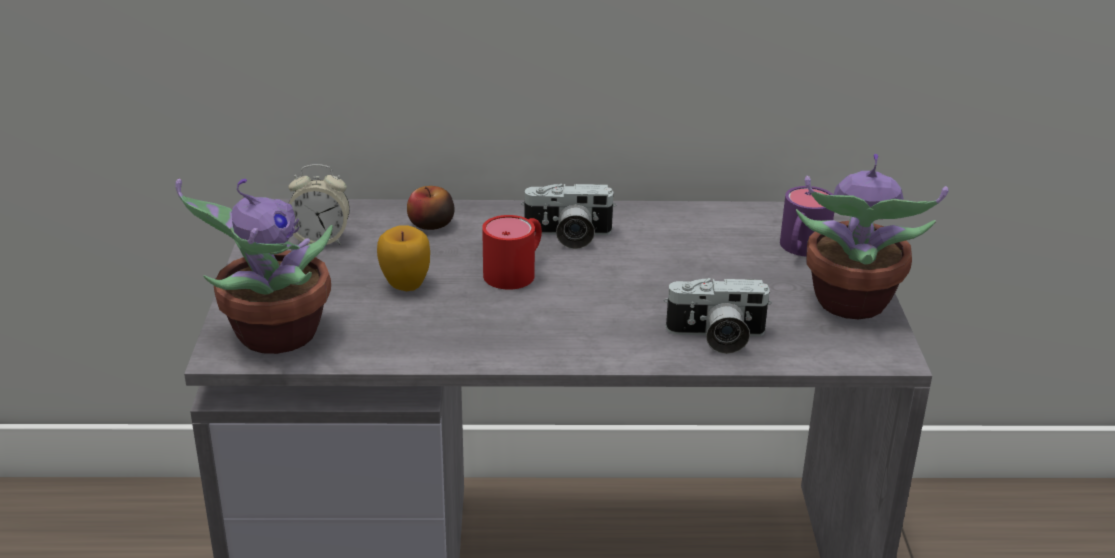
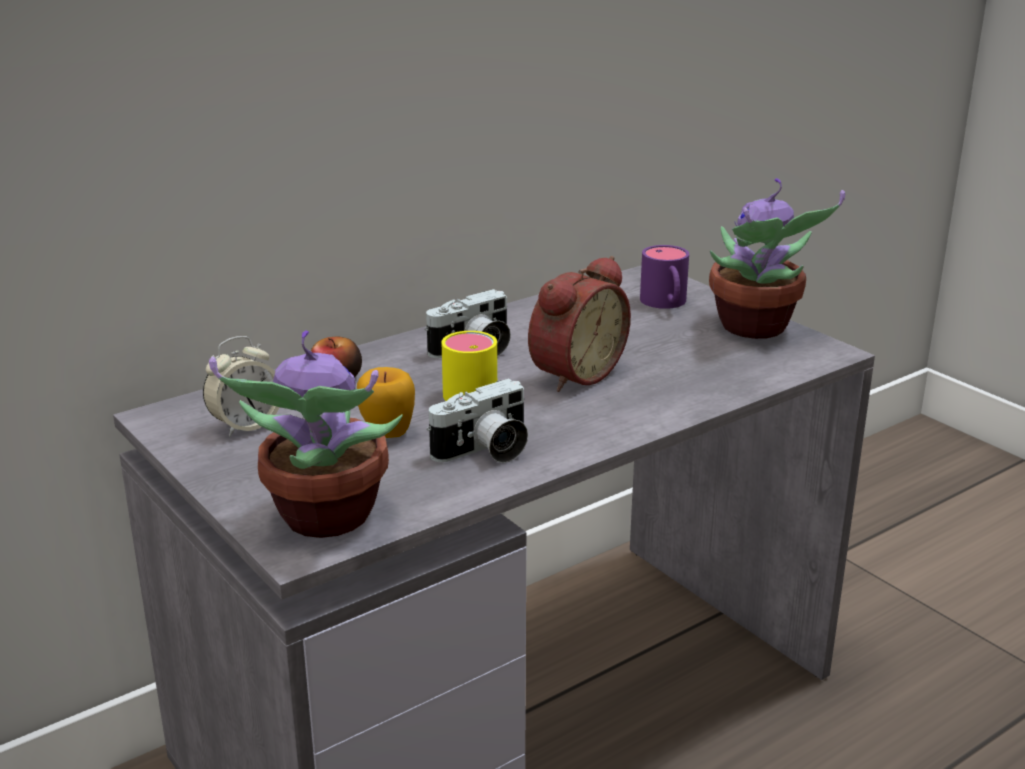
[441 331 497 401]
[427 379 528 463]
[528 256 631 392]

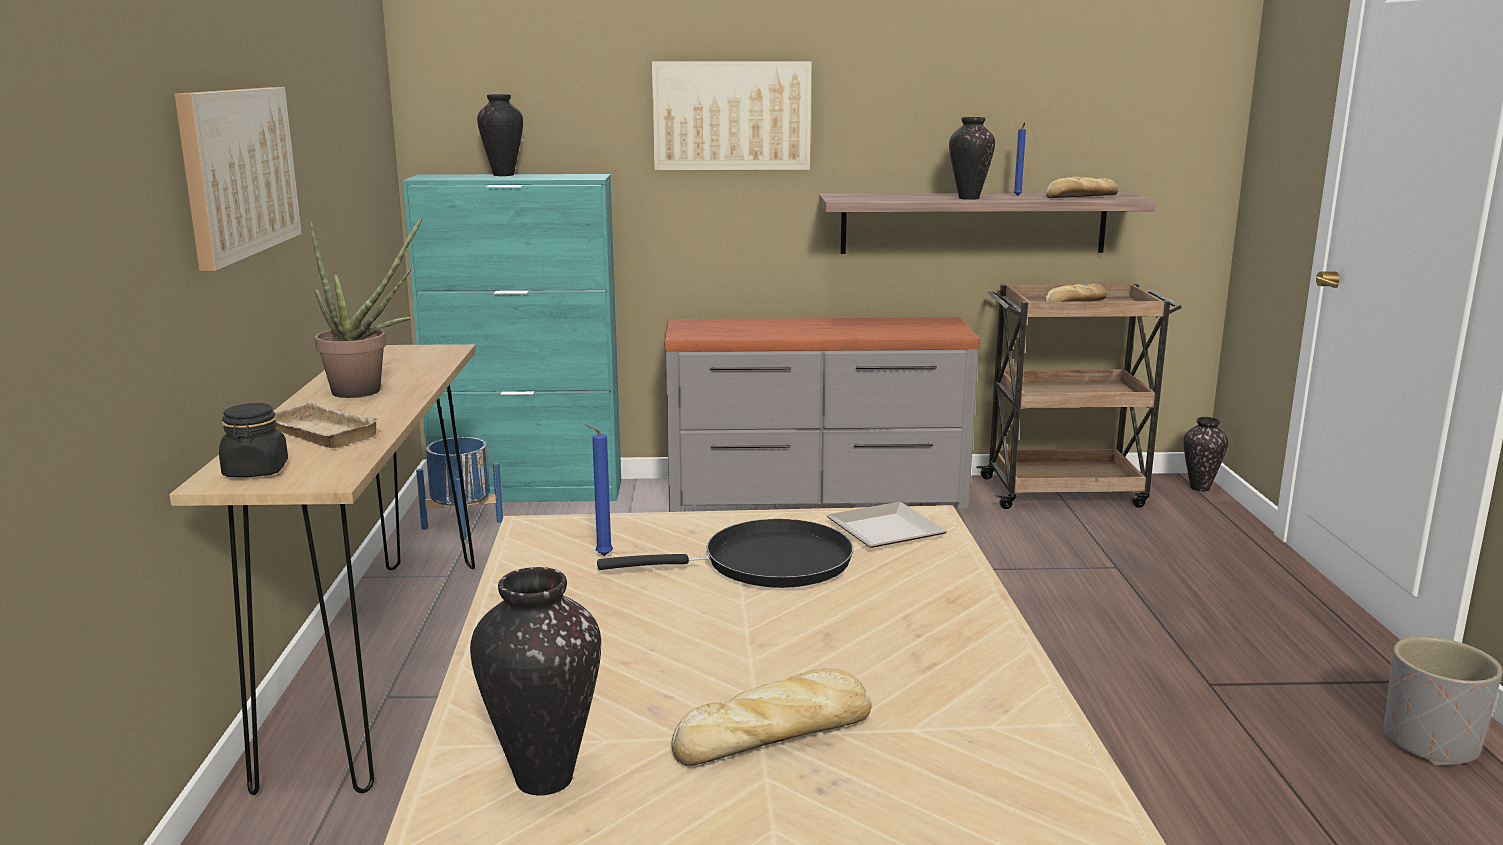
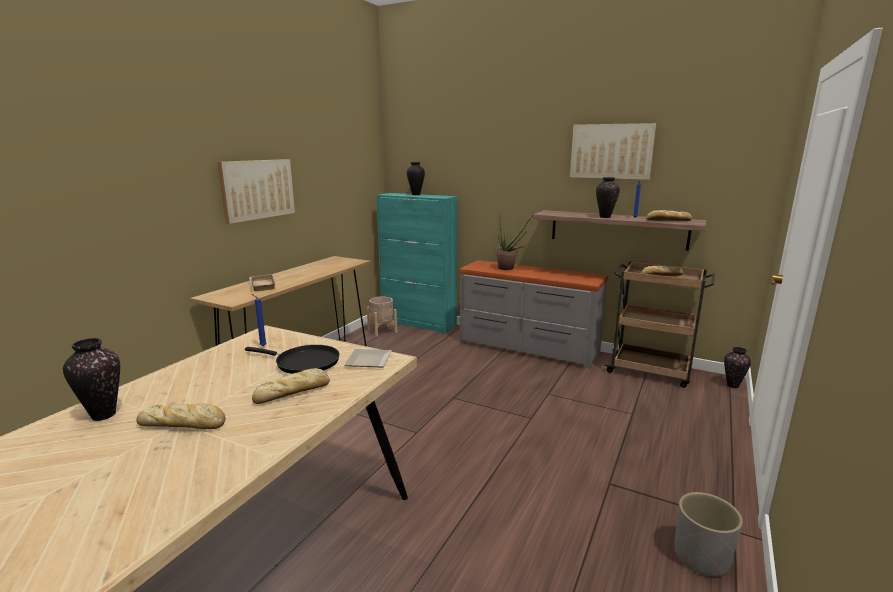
[570 123 657 180]
[495 212 534 270]
[219 403 288 477] (first image)
[367 297 397 337]
[252 368 330 404]

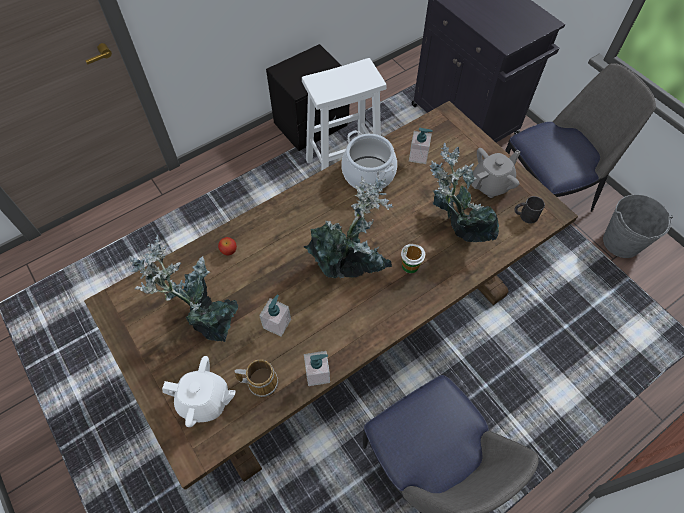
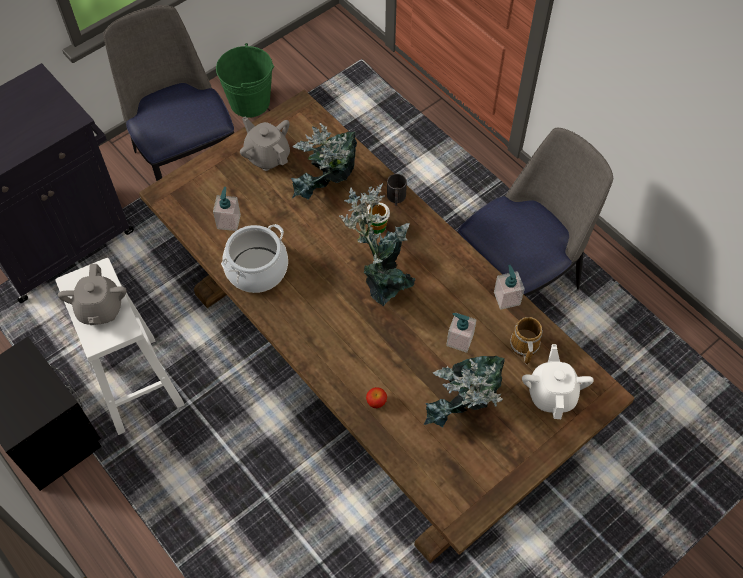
[216 43 274 118]
[387 174 407 206]
[58 264 127 325]

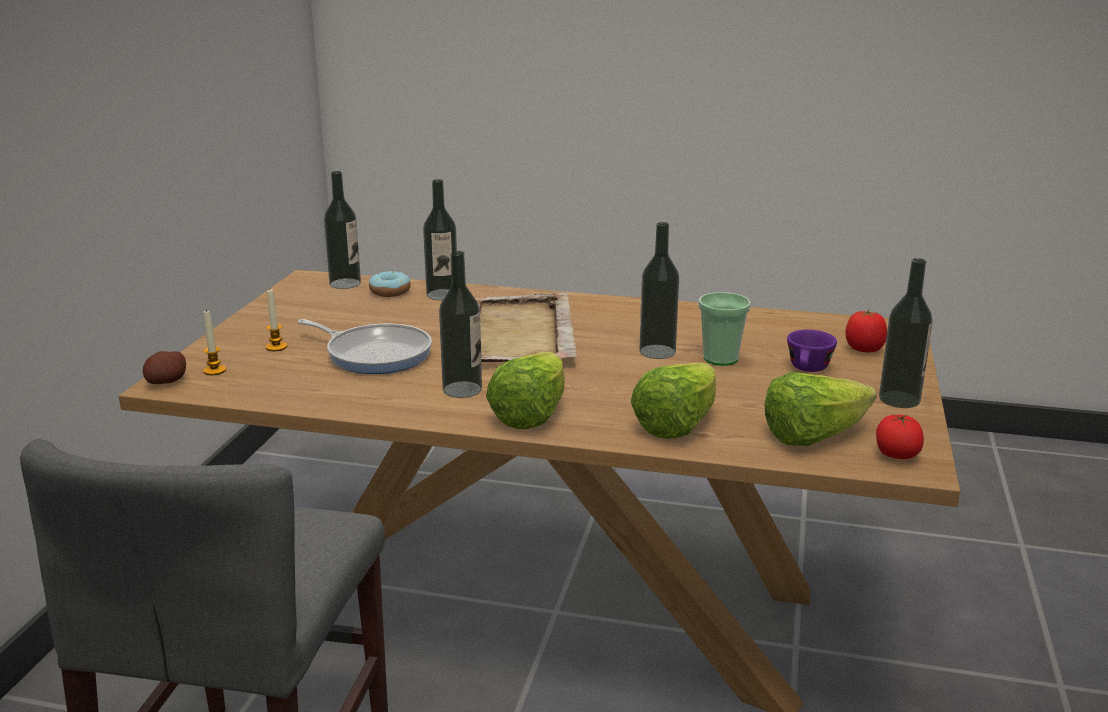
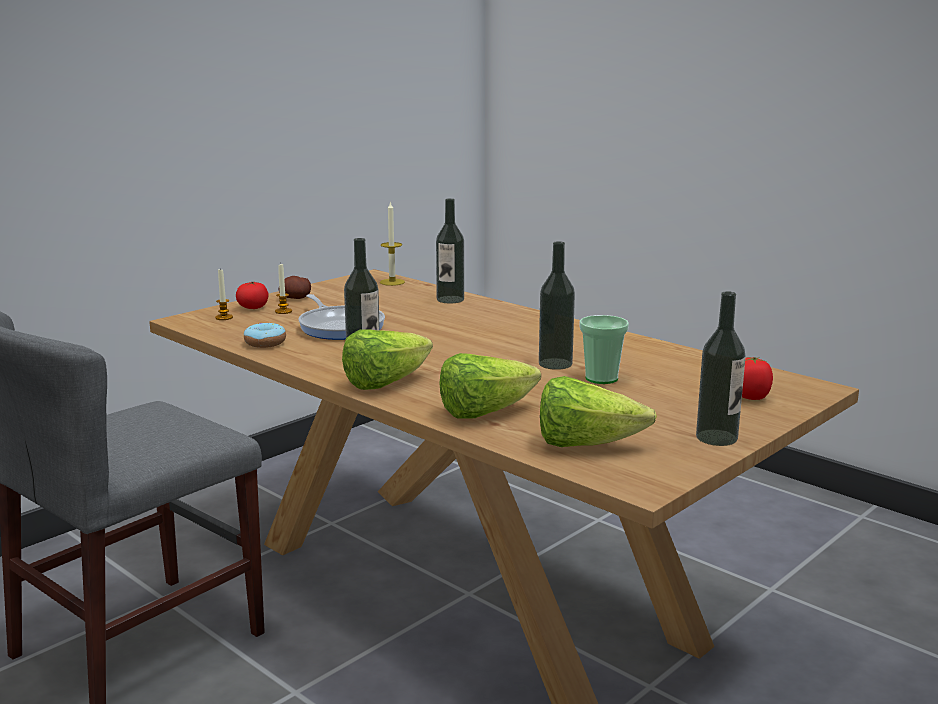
[380 201 405 286]
[244 322 286 348]
[475 292 577 362] (first image)
[787 330 837 372] (first image)
[279 276 311 299]
[236 282 269 309]

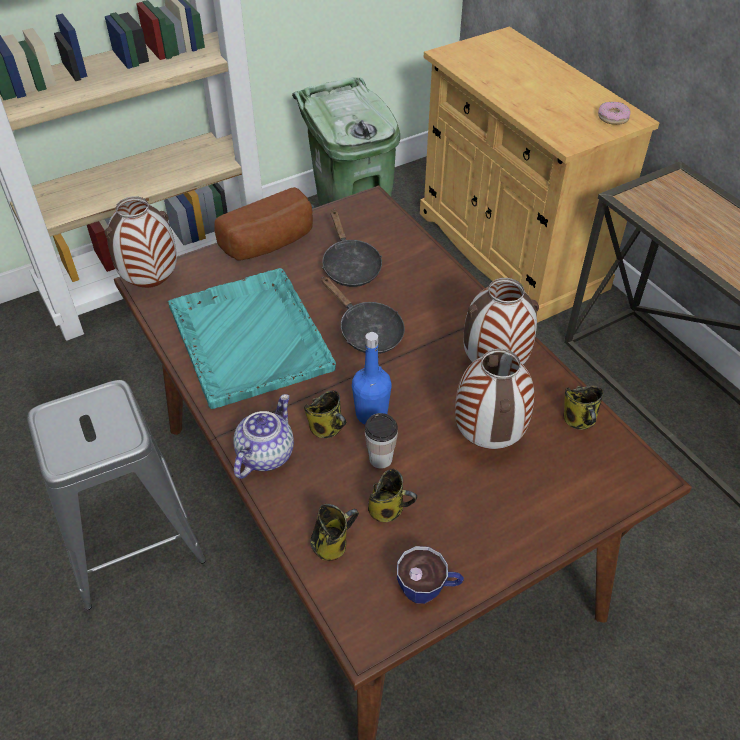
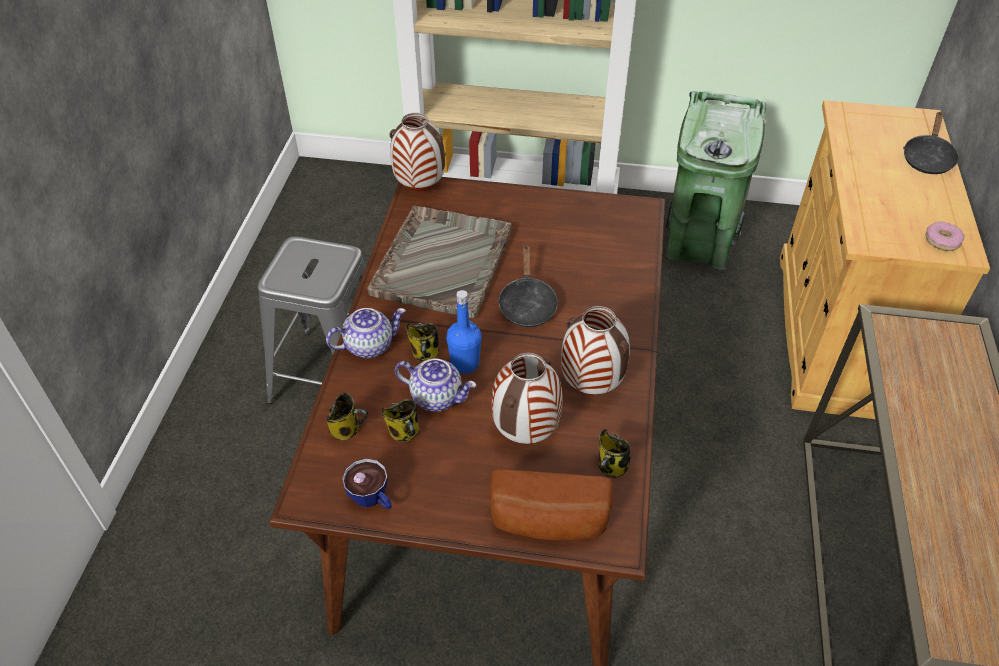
[489 469 613 541]
[903 111 960 174]
[367 205 512 318]
[395 358 476 412]

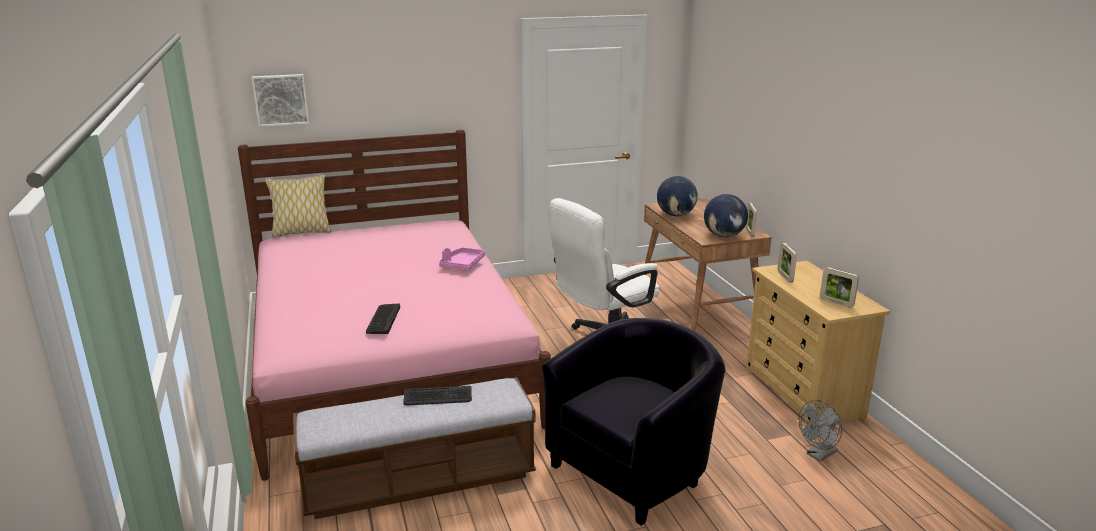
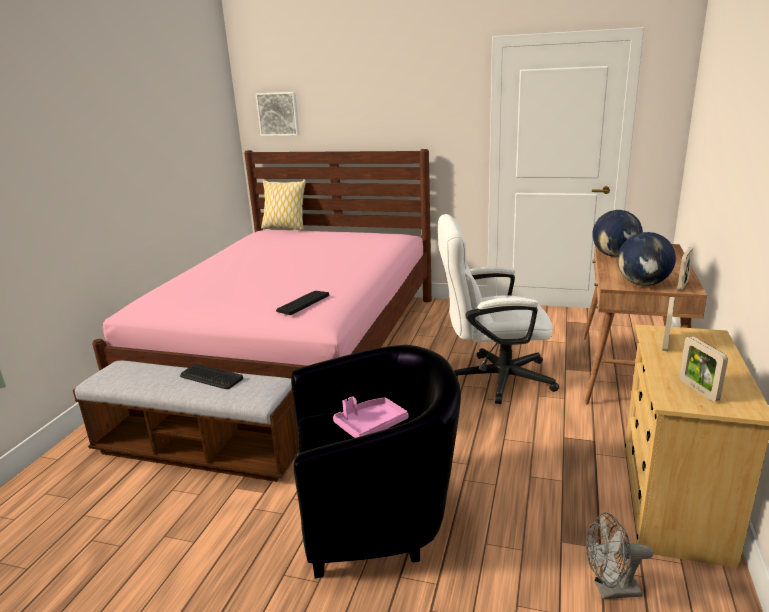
[333 396 408 438]
[276 291 329 315]

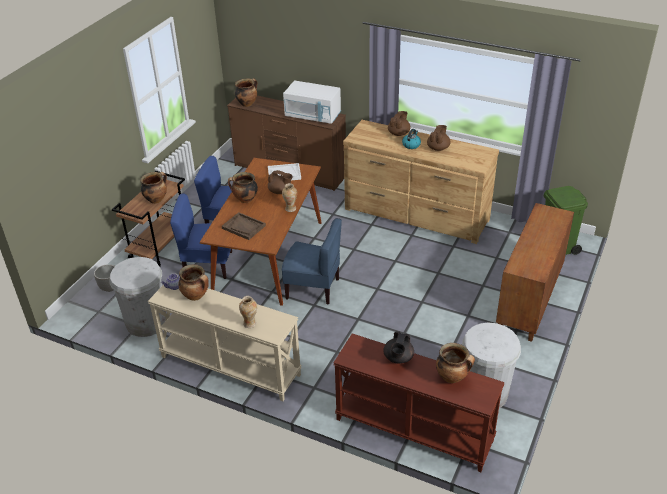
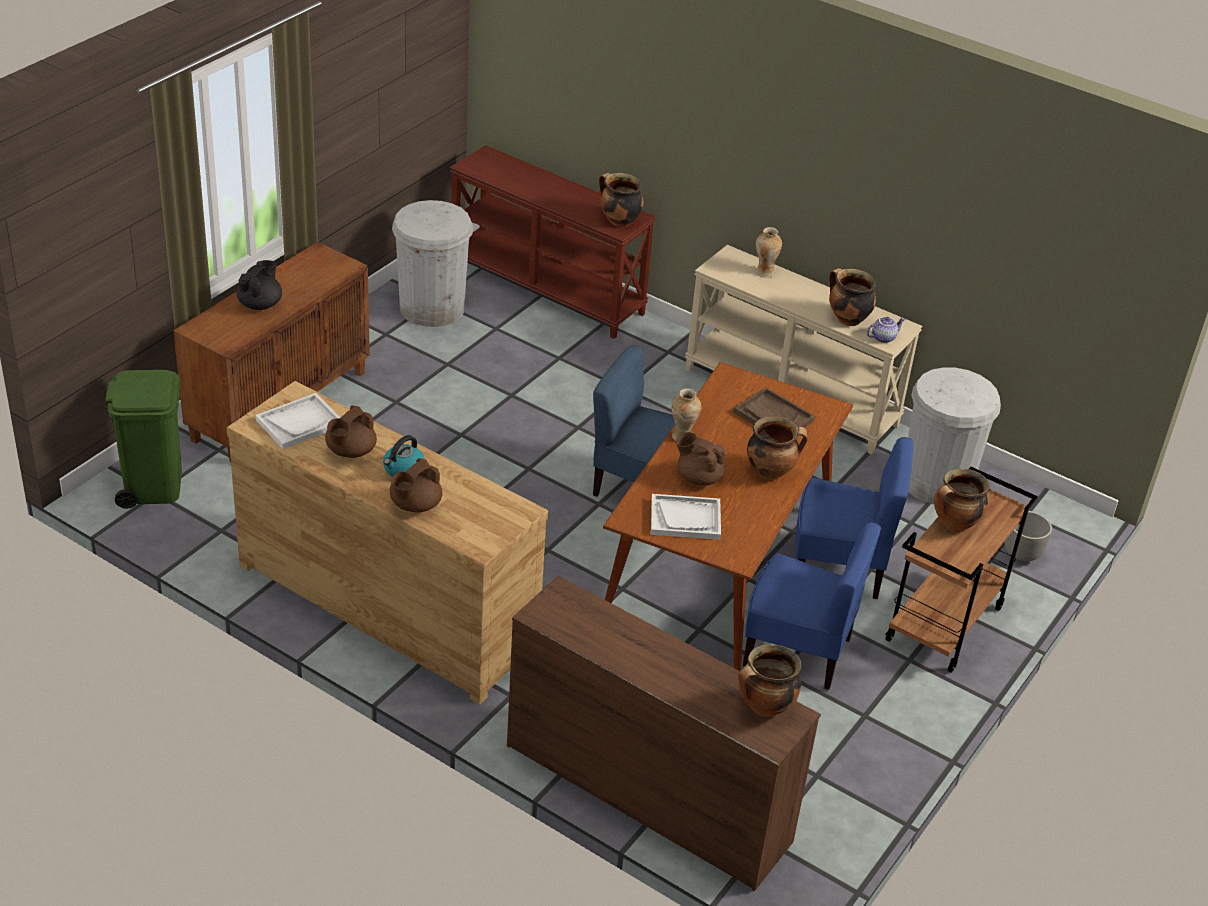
[283 81 341 124] (first image)
[237 260 282 310]
[599 173 644 227]
[256 393 340 449]

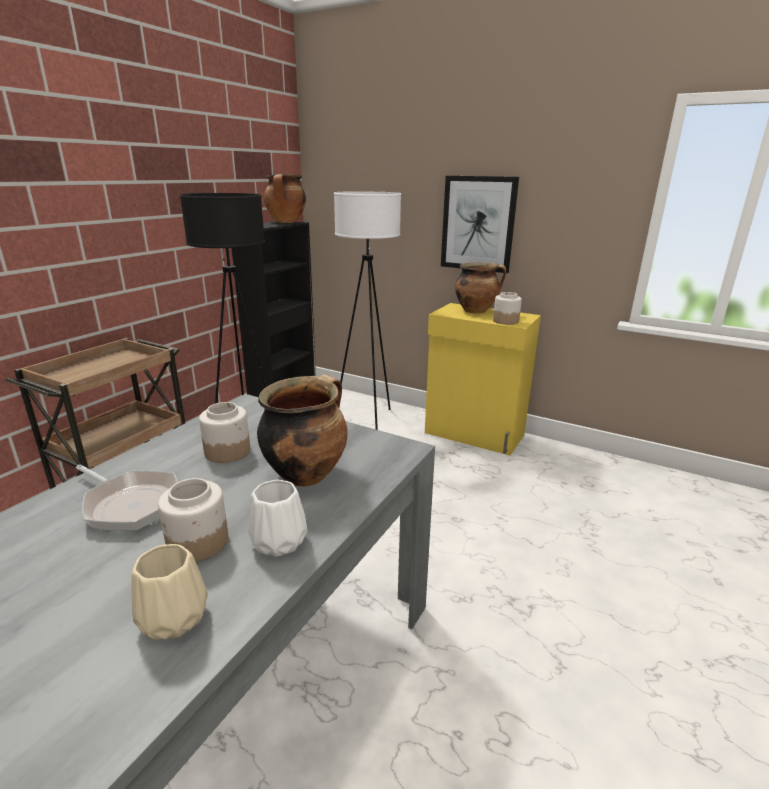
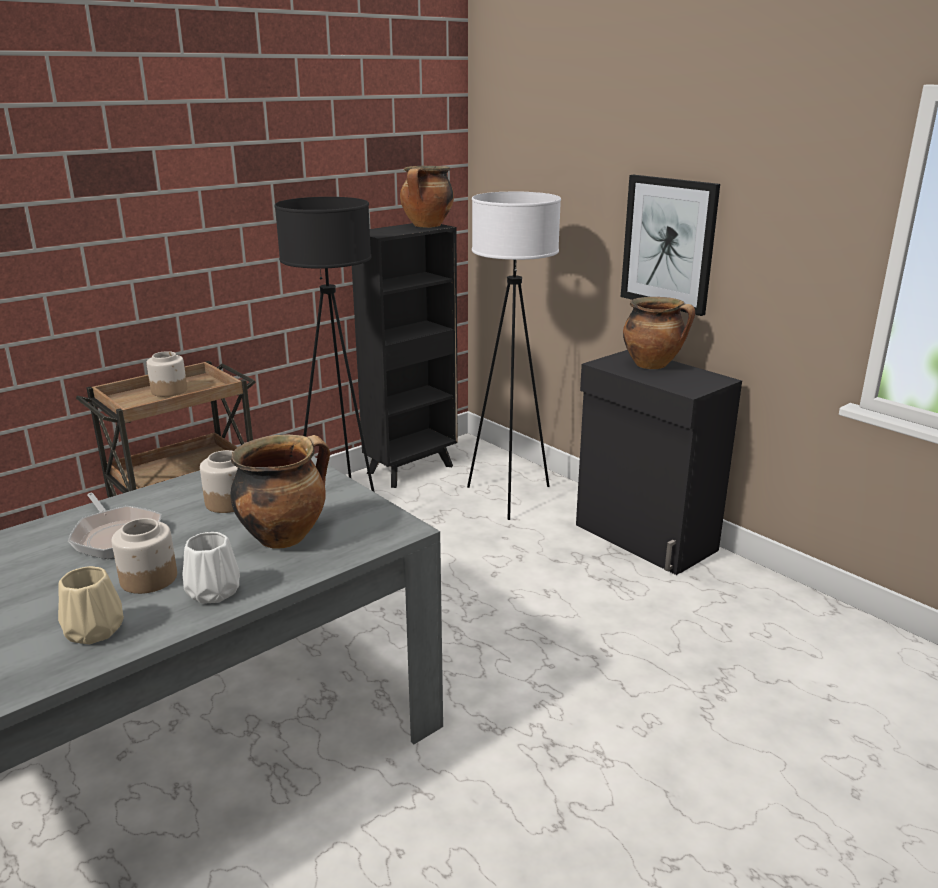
[146 351 187 397]
[576 350 742 575]

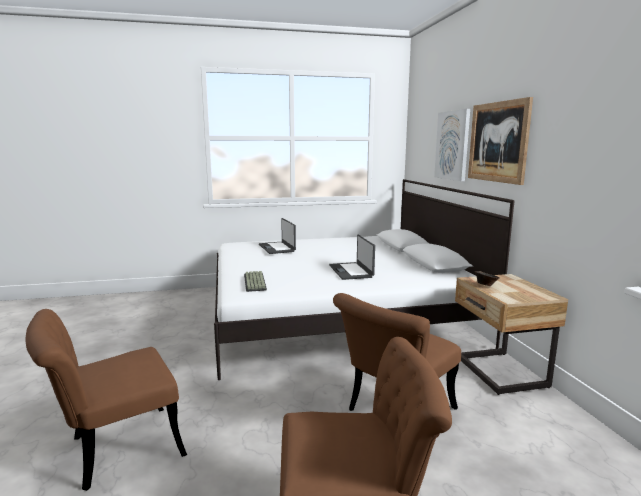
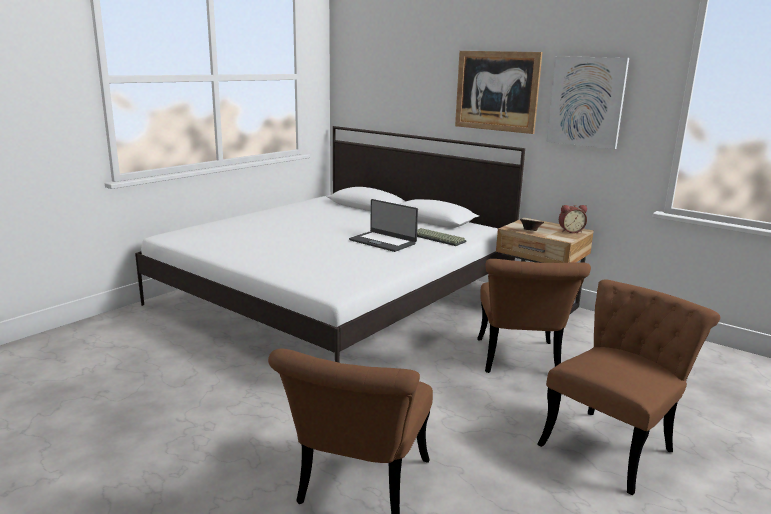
[546 56 629 149]
[259 218 296 254] (first image)
[417 228 467 246]
[559 205 587 233]

